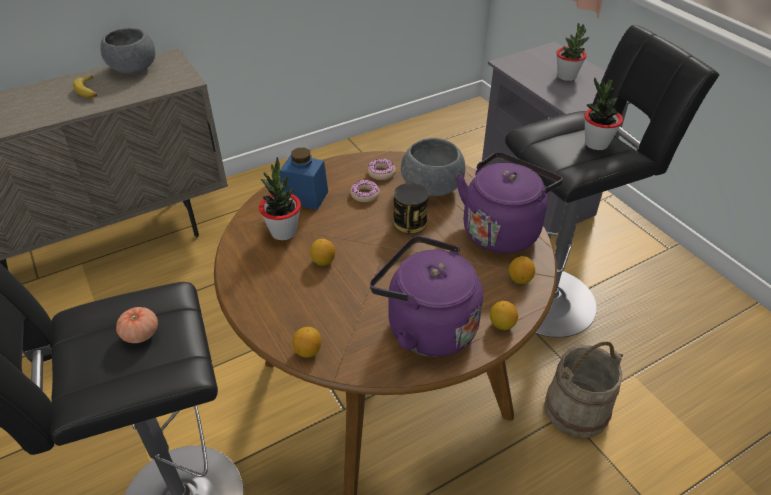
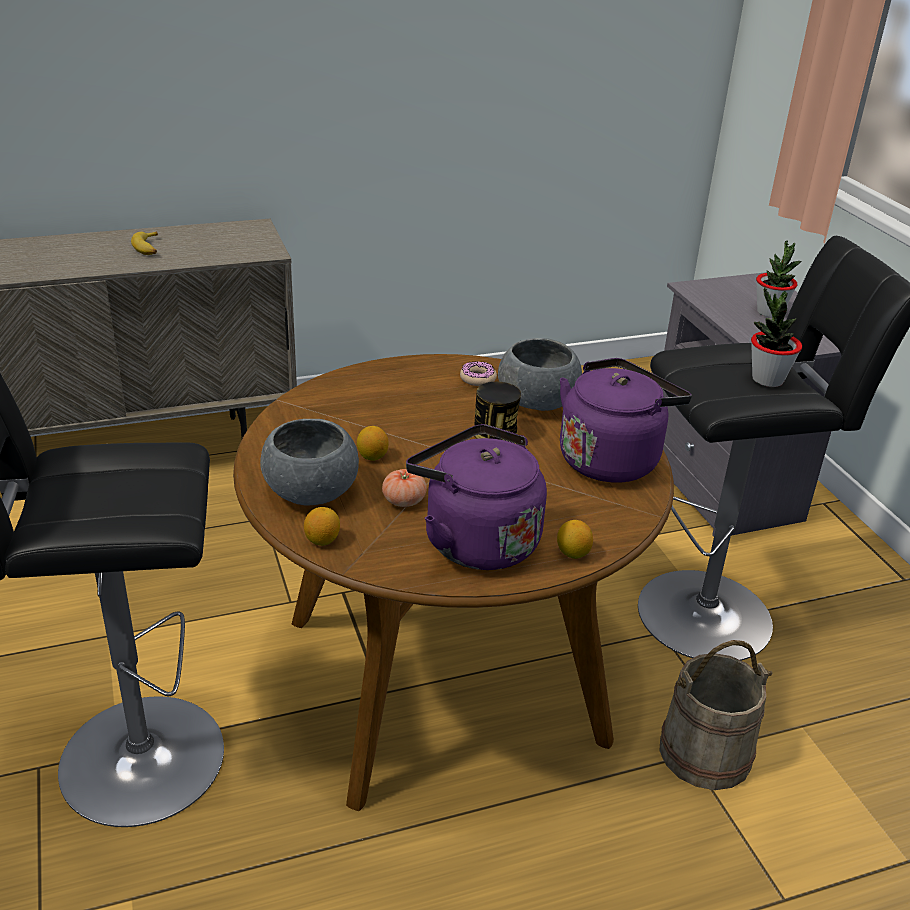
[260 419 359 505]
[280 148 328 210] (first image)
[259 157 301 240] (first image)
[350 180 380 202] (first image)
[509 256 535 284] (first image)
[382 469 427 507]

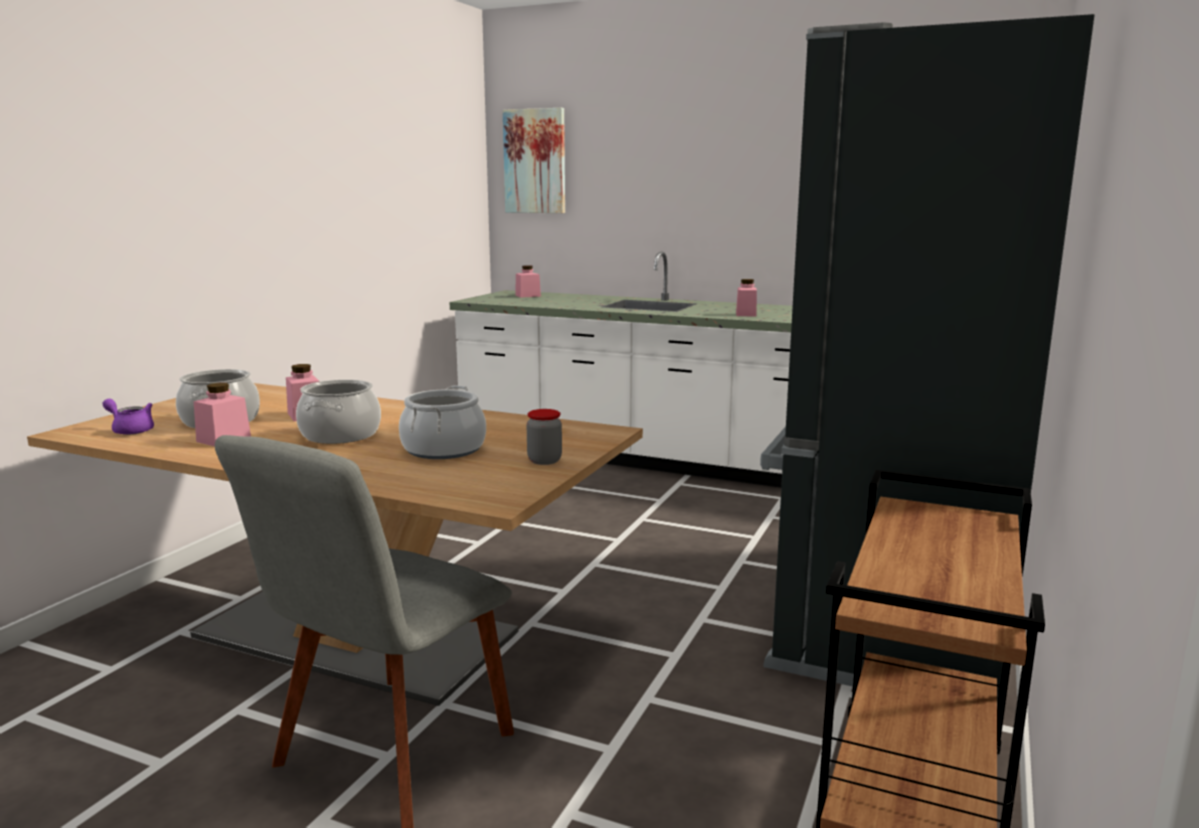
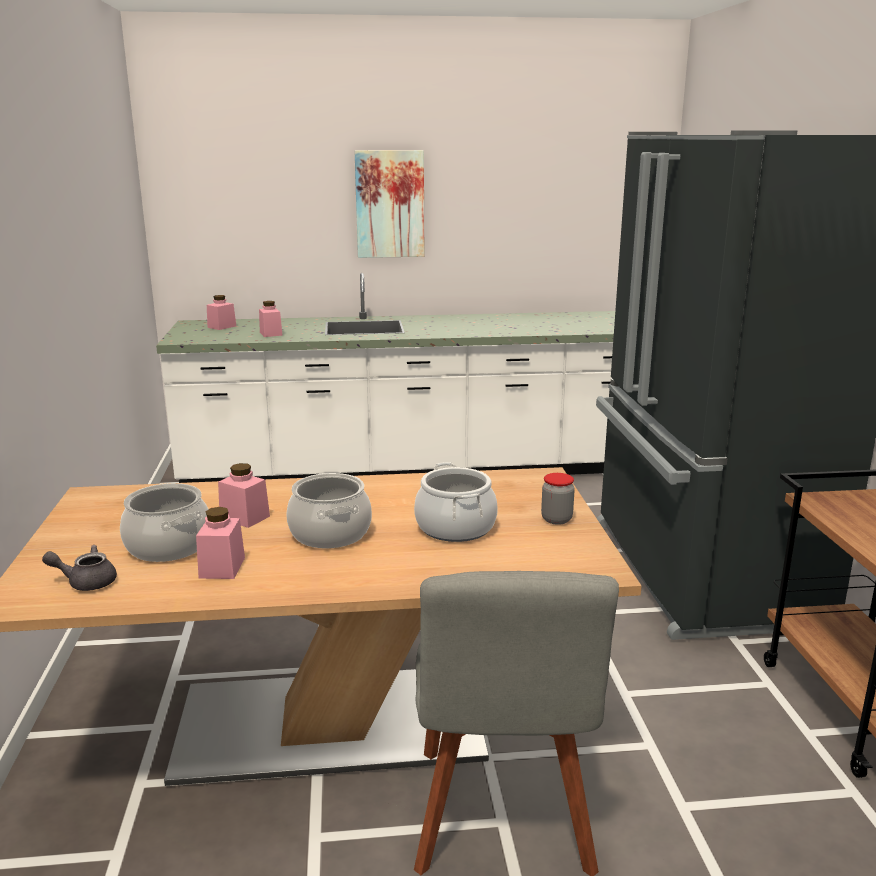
[355 150 424 258]
[259 301 283 337]
[42 545 117 591]

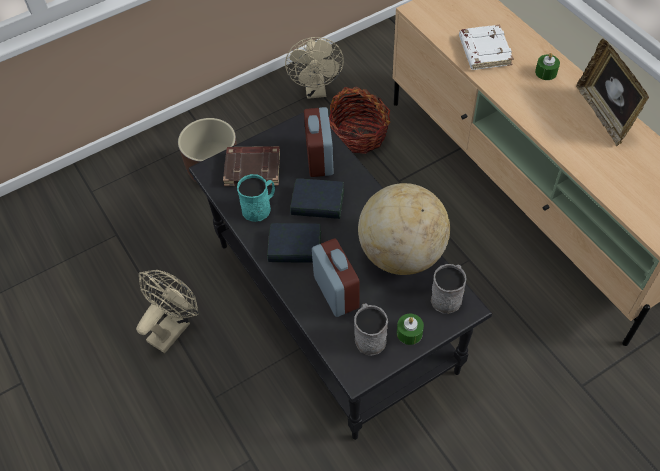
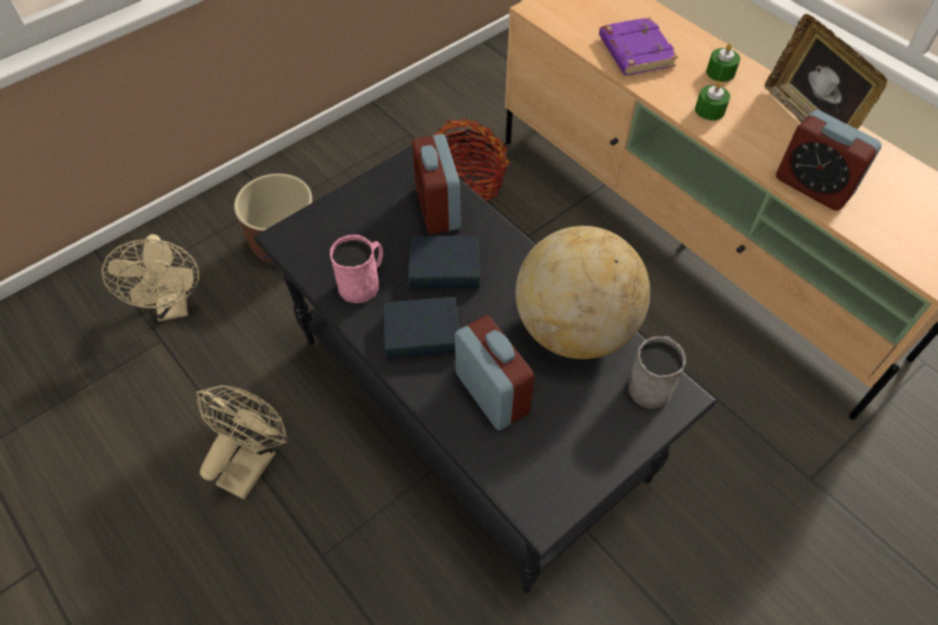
[599 17 678 75]
[102 234 199 321]
[223 146 280 187] (first image)
[330 235 383 303]
[354 303 388 356] (first image)
[695 81 730 120]
[776 110 881 211]

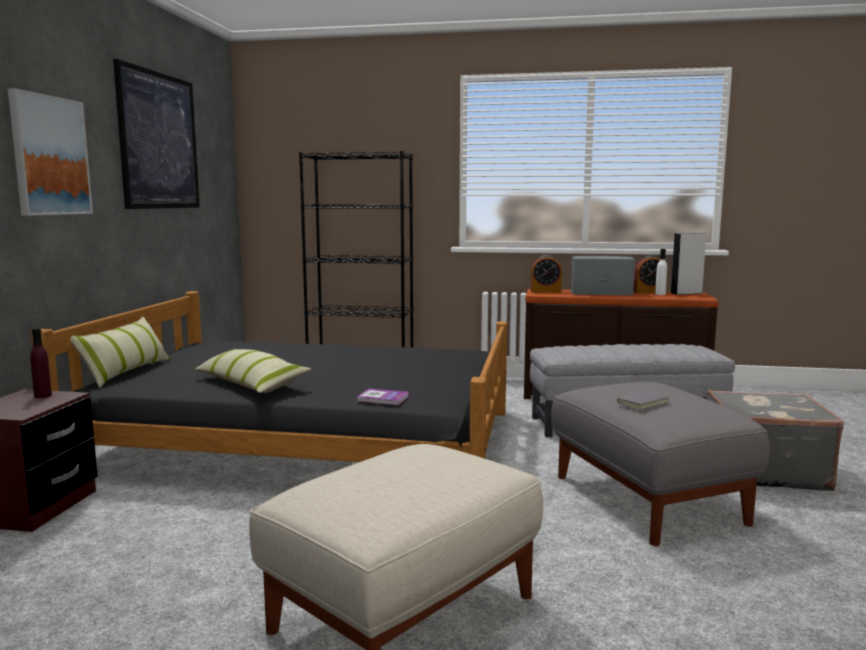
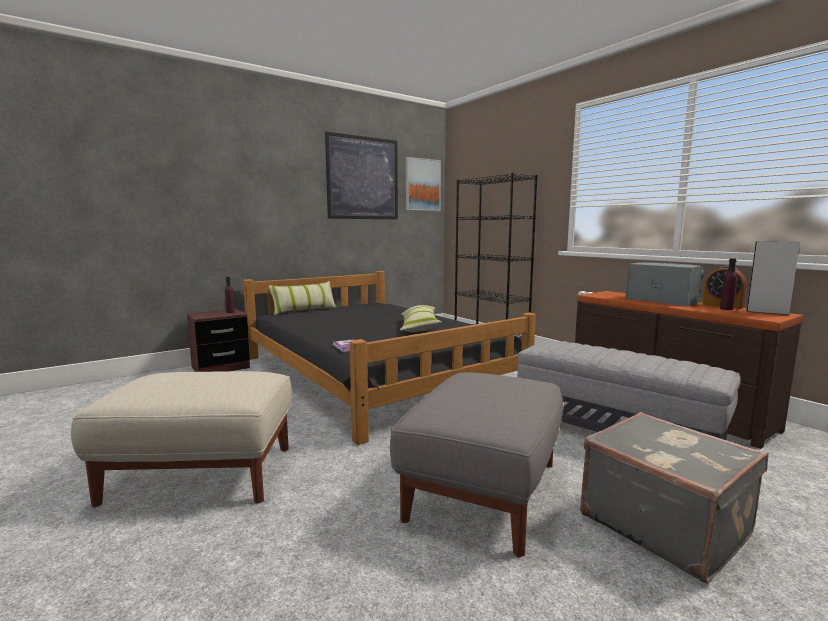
[406 157 441 211]
[720 258 737 310]
[531 255 562 293] (first image)
[400 305 442 332]
[610 392 669 410] (first image)

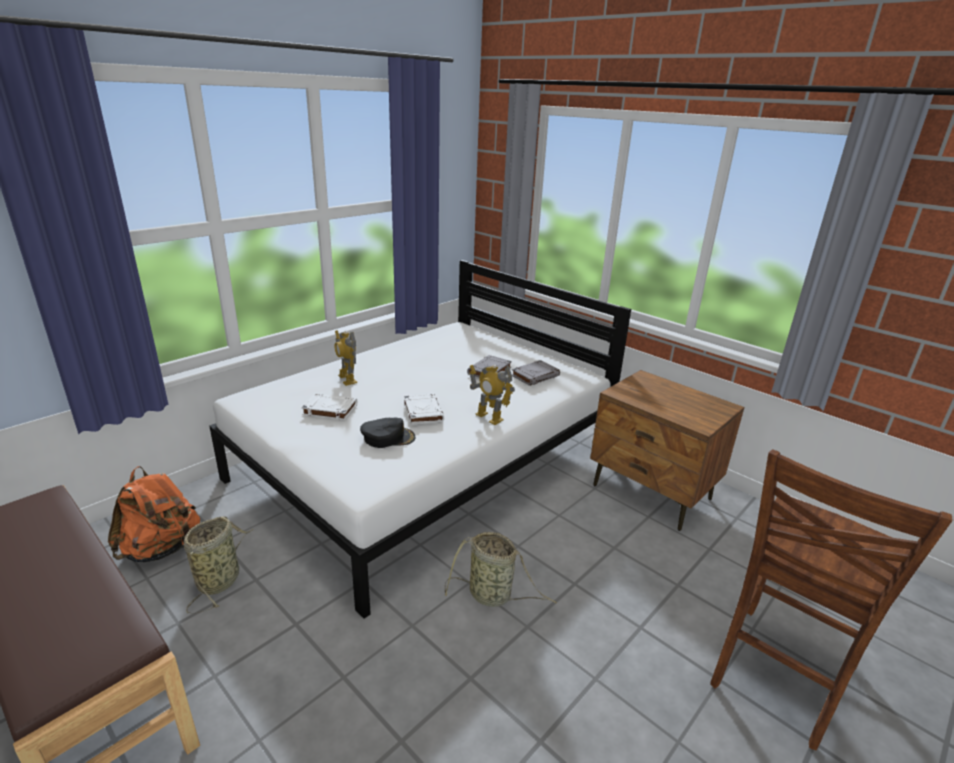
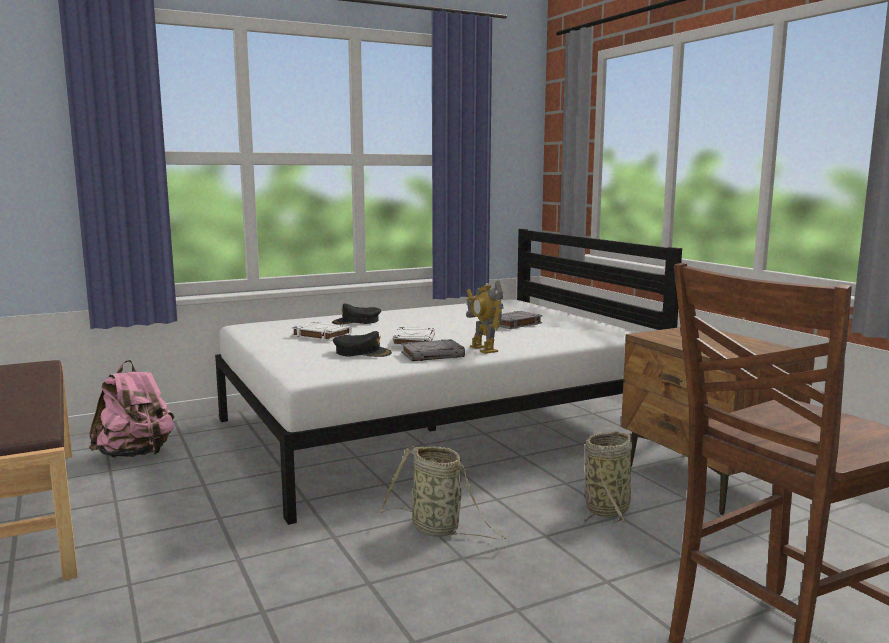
[332 304 381 324]
[401 339 465 361]
[89 360 175 458]
[584 431 632 526]

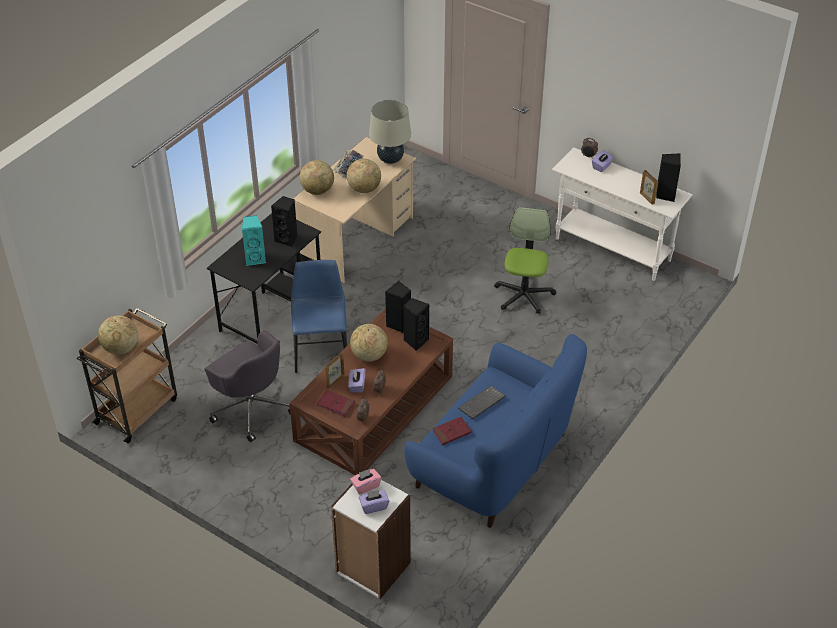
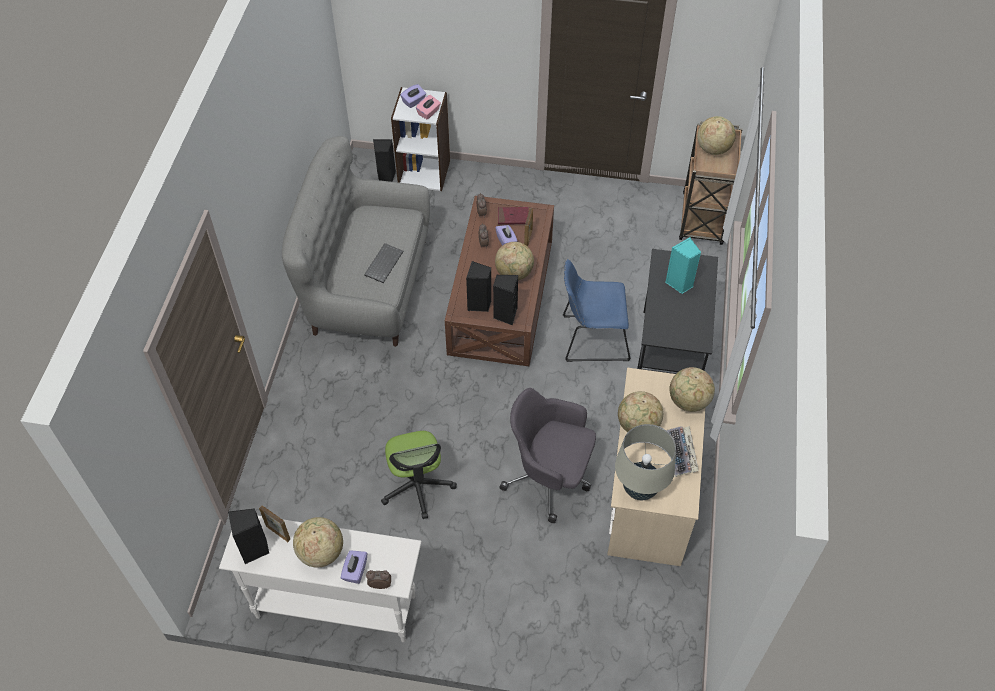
[373 139 396 182]
[563 259 631 362]
[499 388 596 523]
[282 136 430 347]
[432 417 472 445] (first image)
[293 517 343 568]

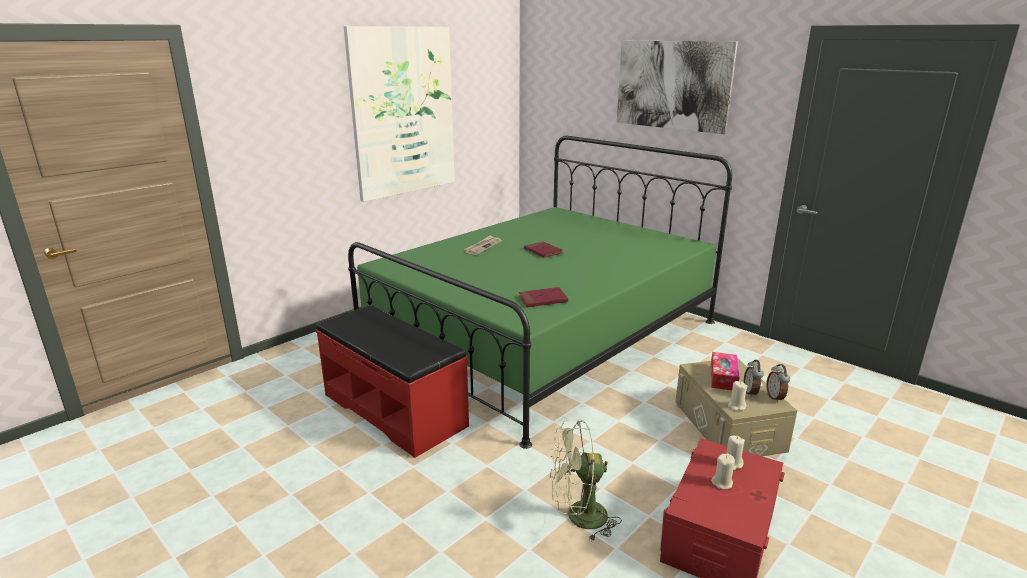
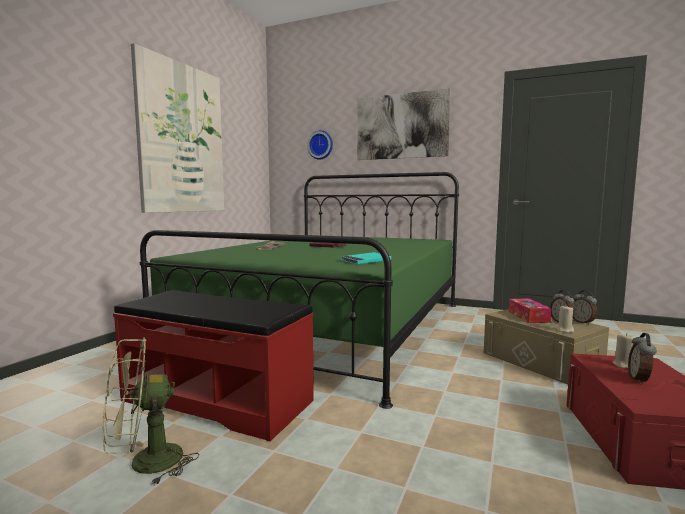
[341 252 391 265]
[102 337 199 486]
[628 333 656 384]
[307 130 333 160]

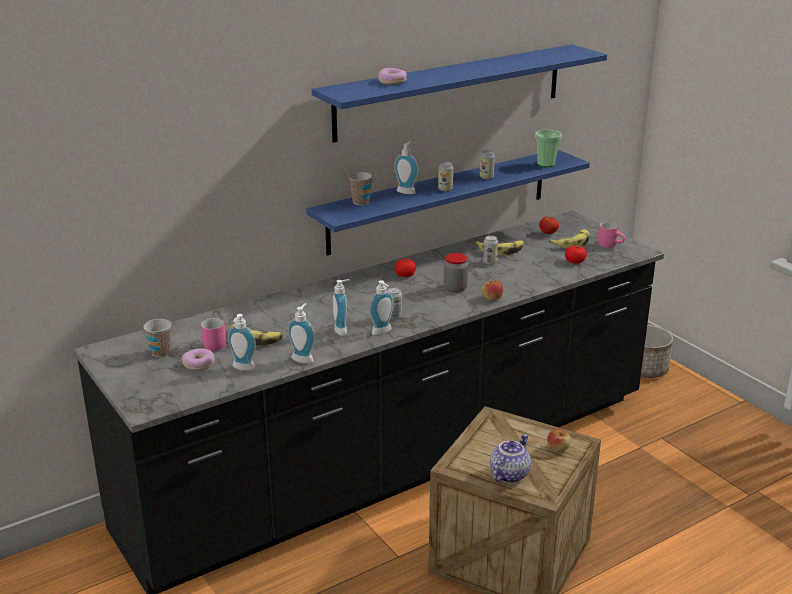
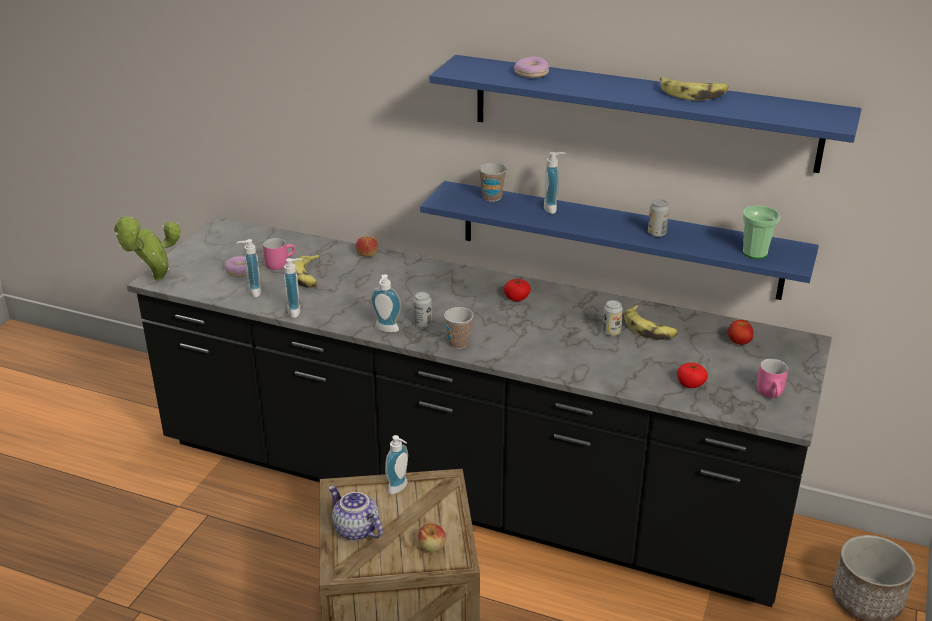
[438 162 453 191] (first image)
[660 77 728 101]
[444 253 468 293] (first image)
[385 435 408 495]
[356 236 378 257]
[444 307 474 349]
[328 485 383 541]
[114 216 181 280]

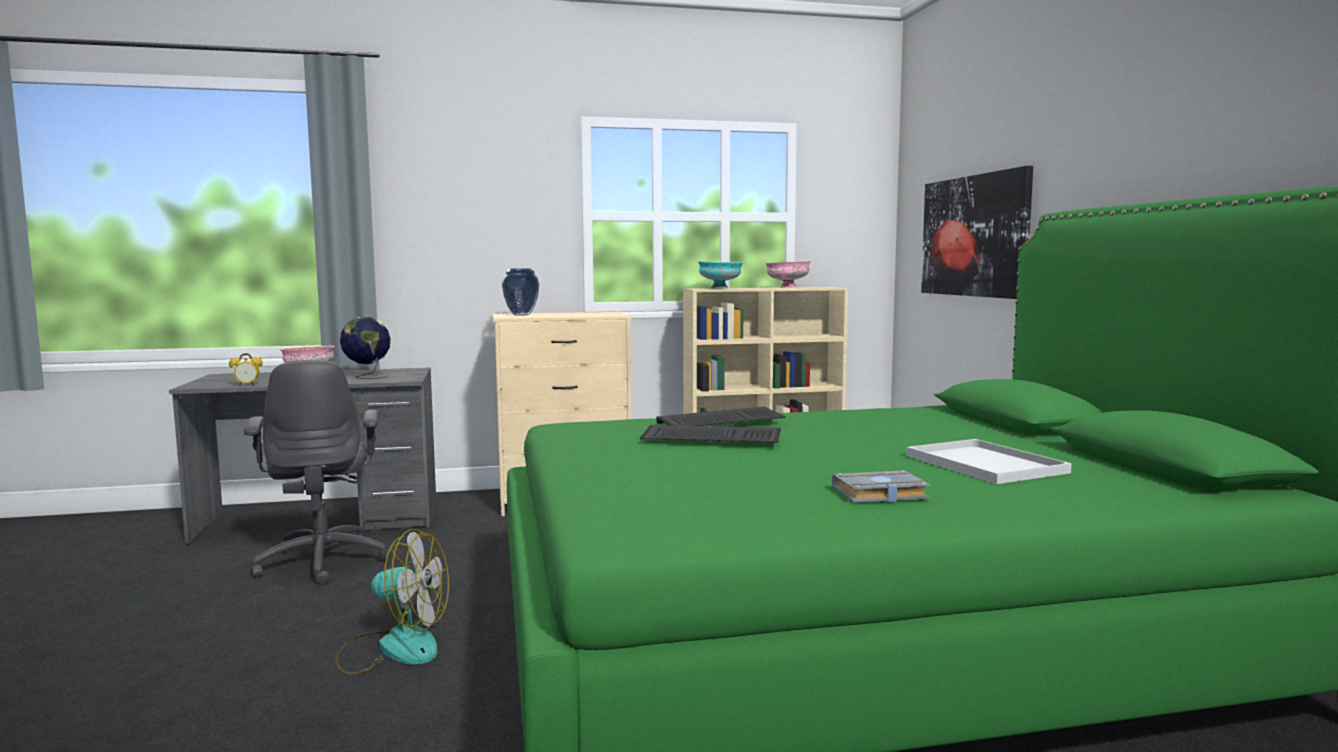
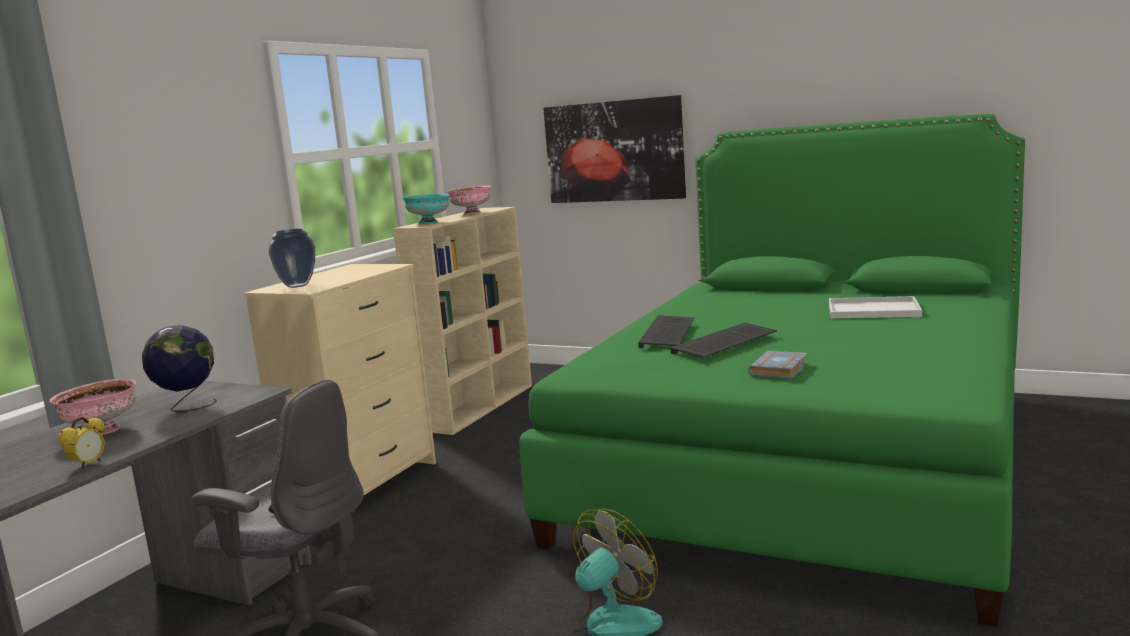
[748 351 808 379]

